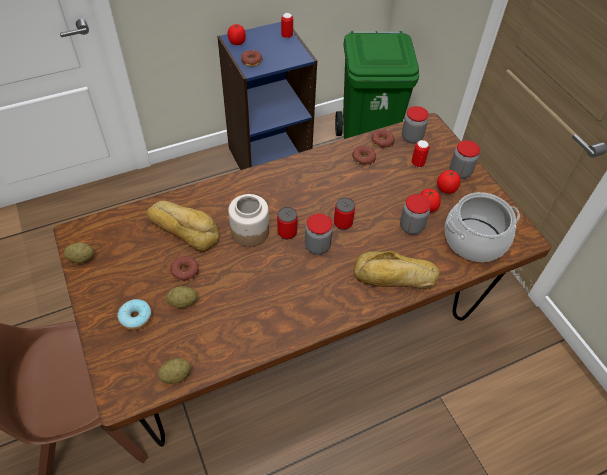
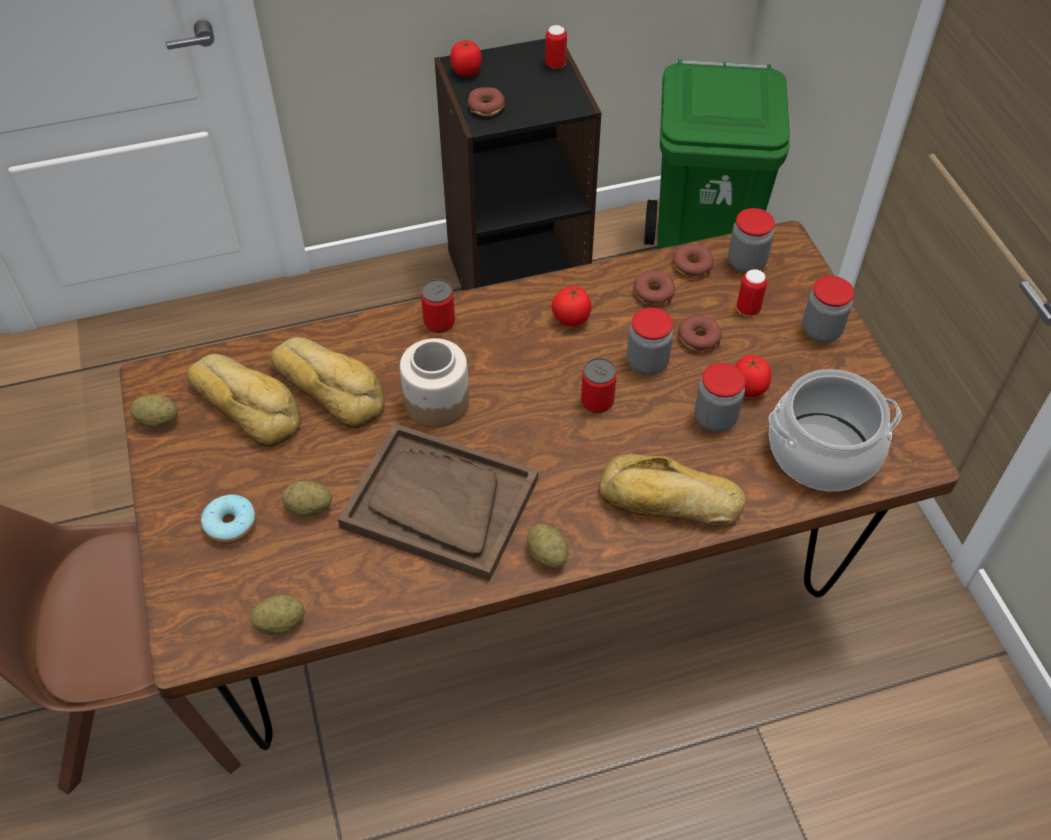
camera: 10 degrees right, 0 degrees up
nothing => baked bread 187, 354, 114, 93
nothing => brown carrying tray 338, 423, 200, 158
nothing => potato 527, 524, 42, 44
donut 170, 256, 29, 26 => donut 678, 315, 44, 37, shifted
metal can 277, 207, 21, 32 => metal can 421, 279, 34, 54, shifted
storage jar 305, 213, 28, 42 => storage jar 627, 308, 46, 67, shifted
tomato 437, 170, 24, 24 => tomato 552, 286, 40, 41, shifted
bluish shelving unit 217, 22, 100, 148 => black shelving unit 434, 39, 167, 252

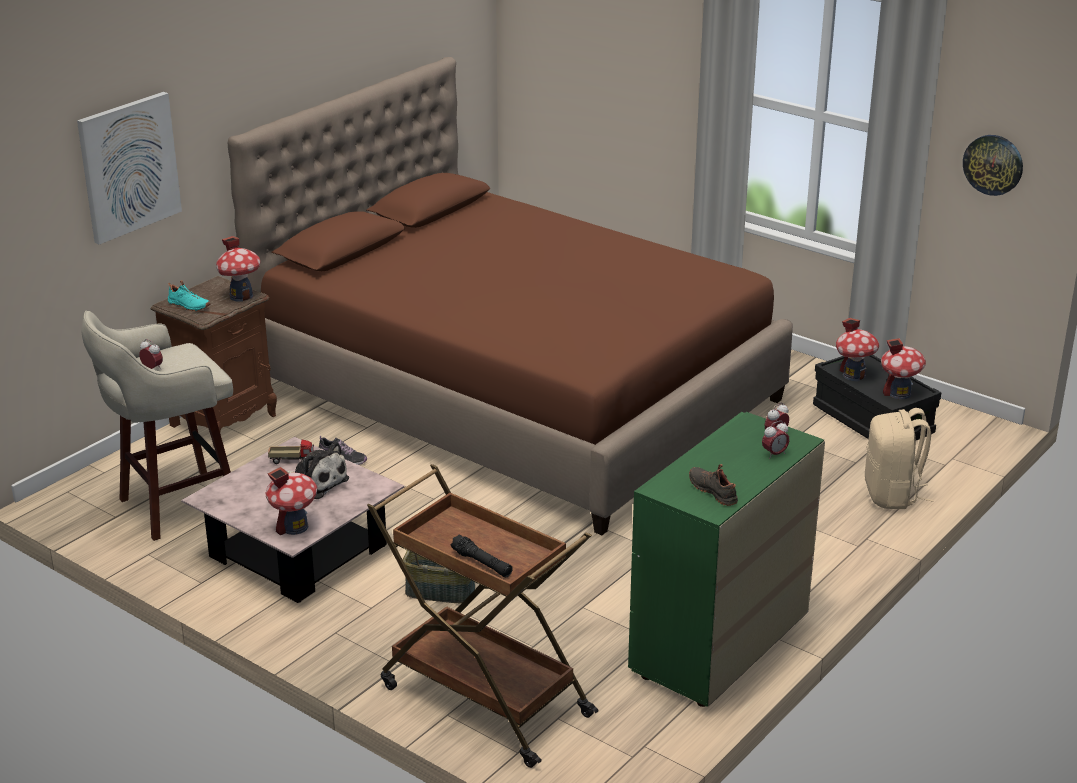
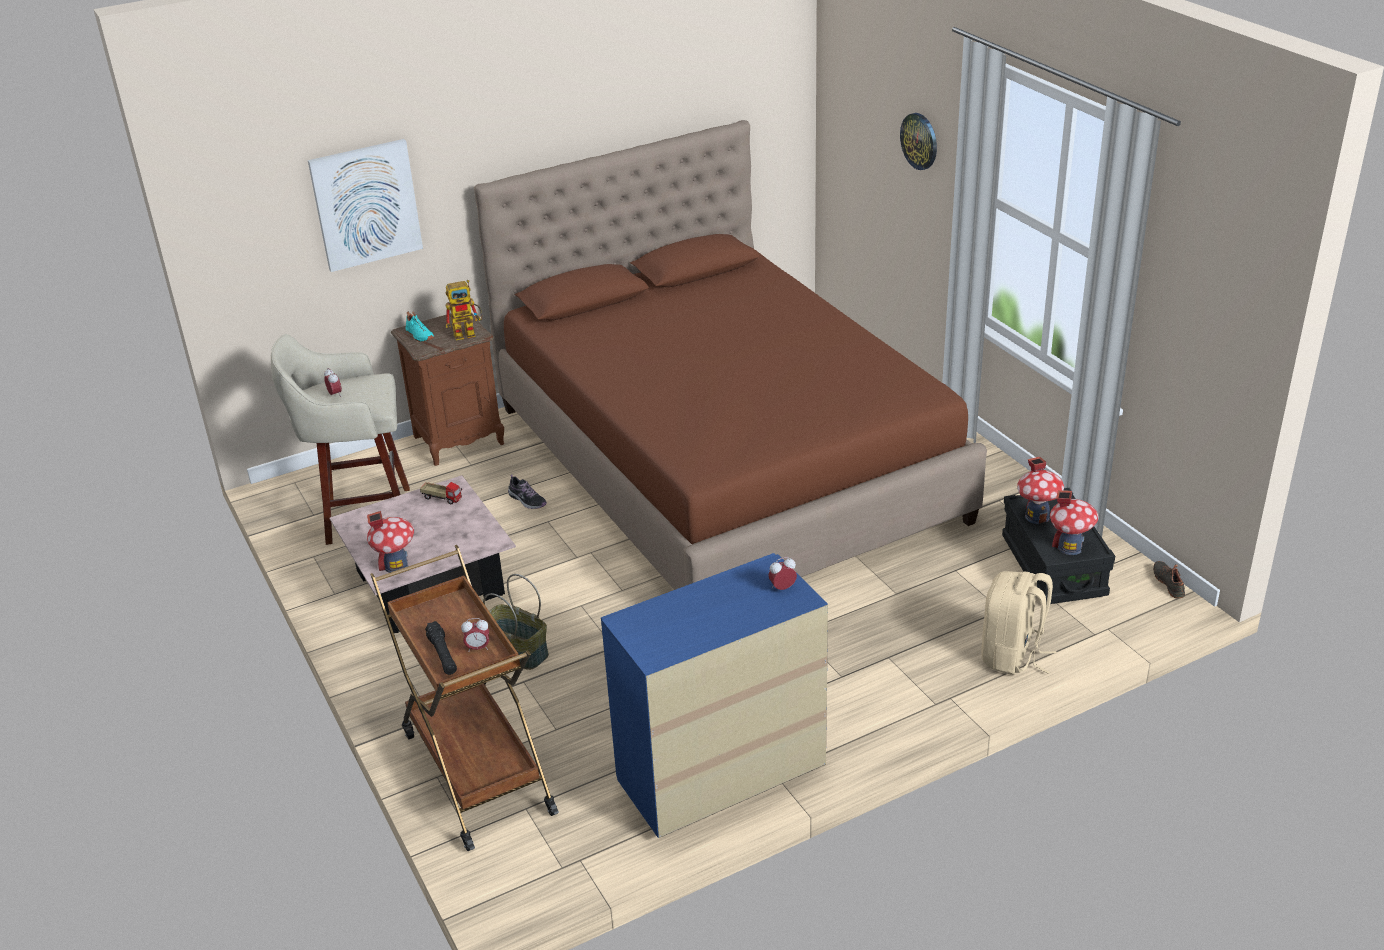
camera: 25 degrees right, 5 degrees up
cuddly toy 287, 442, 62, 57 => nothing
black low shoe 689, 464, 49, 42 => black low shoe 1153, 561, 32, 37, shifted
table clock 762, 421, 28, 38 => table clock 461, 618, 28, 34, shifted
clock on the wall 963, 135, 60, 61 => clock on the wall 900, 113, 37, 57, shifted
miniature house 216, 236, 44, 66 => model robot 445, 280, 37, 60
green-coloured drawer chest 628, 412, 197, 295 => bluish drawer chest 601, 553, 227, 285

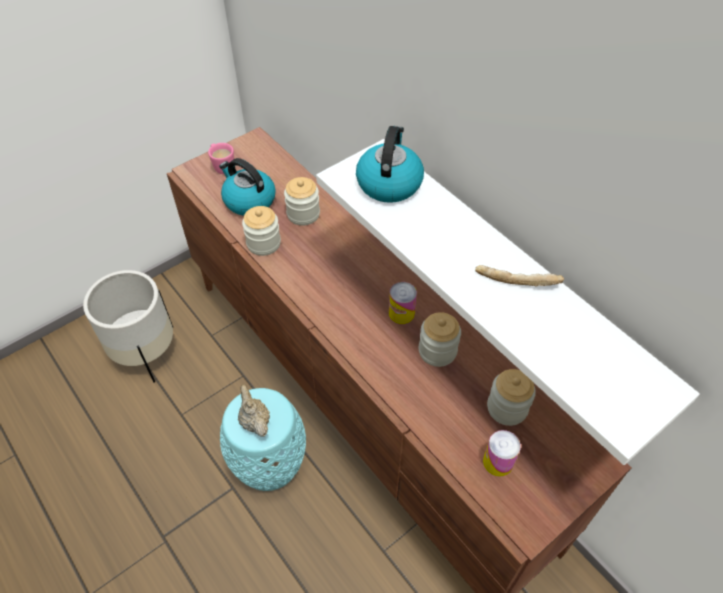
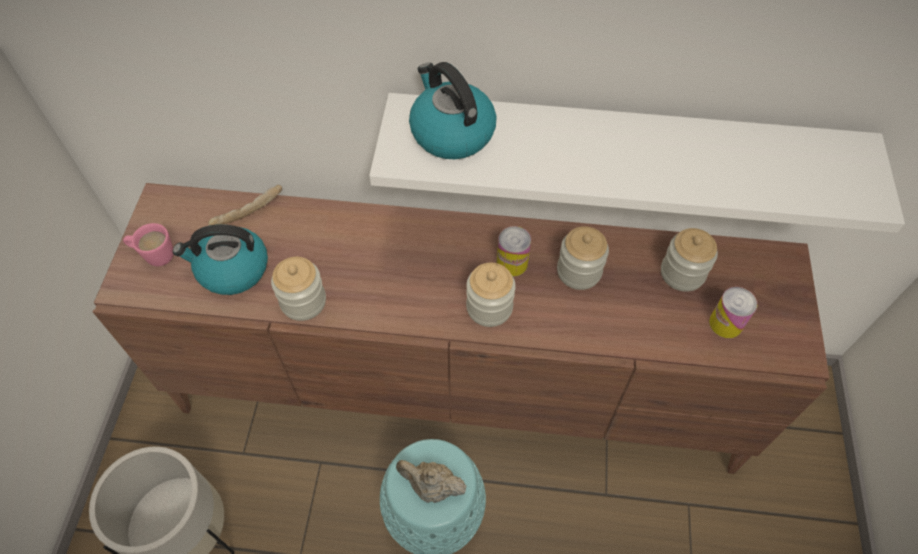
camera: 45 degrees left, 5 degrees up
storage jar 284, 177, 36, 49 => storage jar 466, 263, 50, 64, shifted
baked bread 475, 265, 89, 22 => baked bread 208, 185, 74, 40, shifted

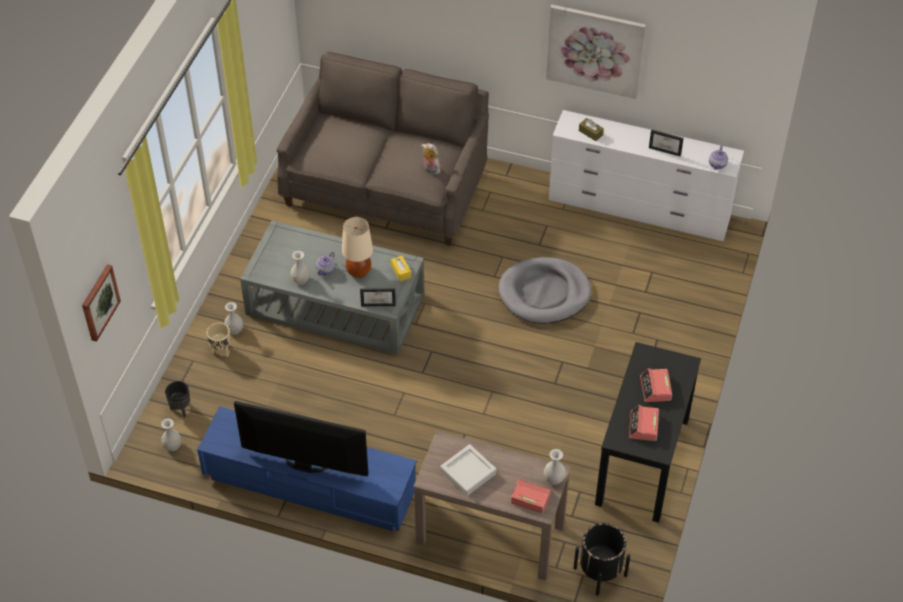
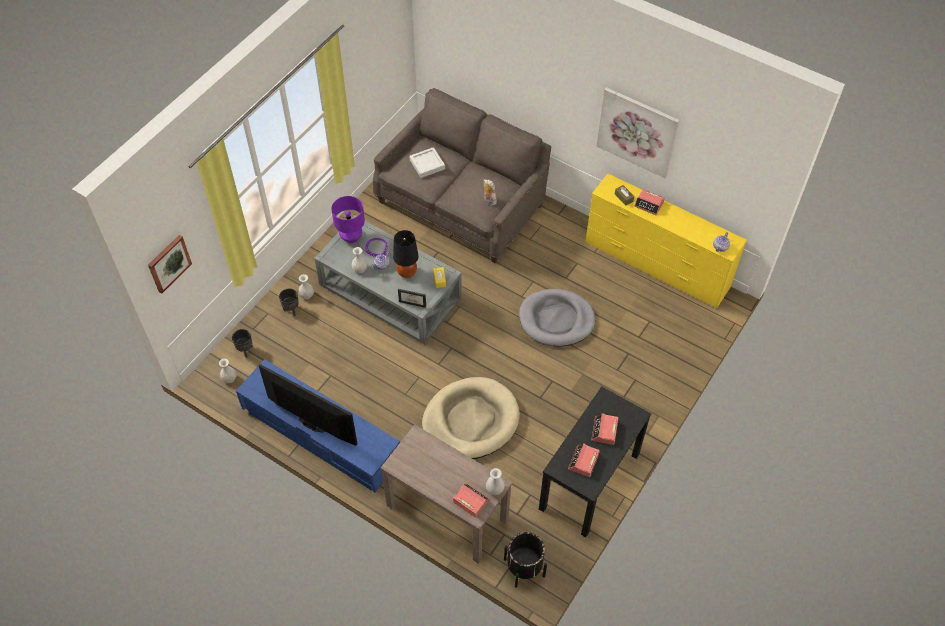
camera: 15 degrees right, 5 degrees up
photo frame 649, 129, 35, 28 => nothing
nothing => purple table lamp 332, 196, 55, 61
nothing => sand-coloured dog bed 422, 377, 98, 82
nothing => table clock 634, 189, 31, 26
greyish carrying tray 440, 444, 56, 52 => greyish carrying tray 409, 147, 36, 31, shifted
sand-coloured flower pot 207, 323, 24, 34 => black flower pot 279, 289, 20, 27
sand-coloured table lamp 342, 217, 31, 61 => black table lamp 393, 230, 26, 48
white-coloured drawer chest 549, 110, 195, 131 => yellow-coloured drawer chest 585, 174, 162, 134

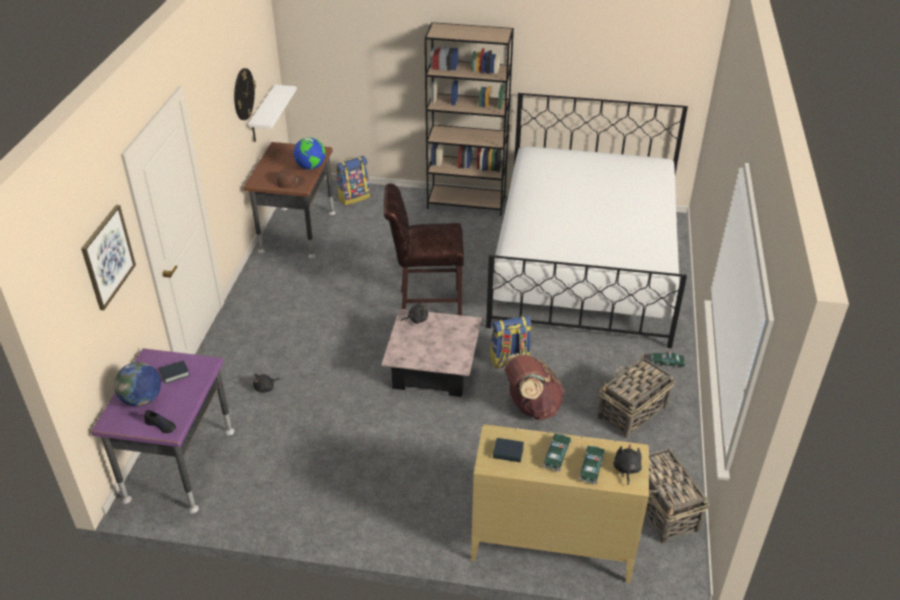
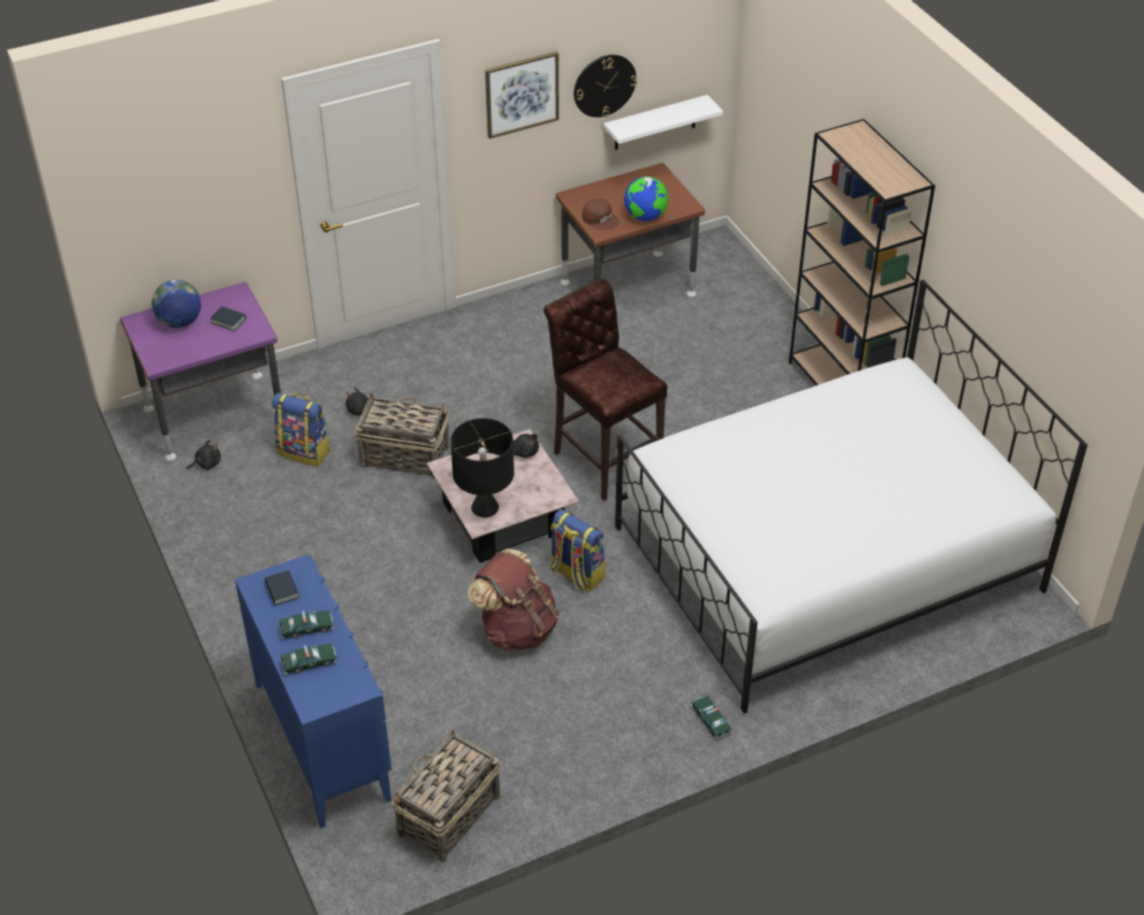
camera: 55 degrees right, 5 degrees up
black low shoe 144, 410, 32, 23 => nothing
nothing => black table lamp 451, 418, 63, 100
wall art 81, 205, 55, 105 => wall art 485, 51, 74, 88, shifted
backpack 336, 156, 34, 49 => backpack 272, 393, 58, 73, shifted
household basket 597, 354, 77, 85 => household basket 355, 392, 95, 87, shifted
black cuddly toy 613, 444, 29, 41 => black cuddly toy 186, 440, 35, 30, shifted
sand-coloured drawer chest 471, 424, 178, 159 => bluish drawer chest 235, 555, 157, 273

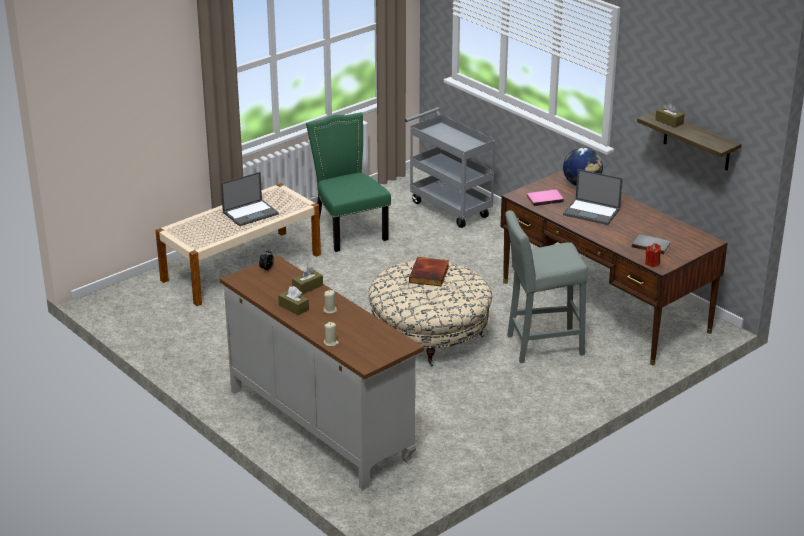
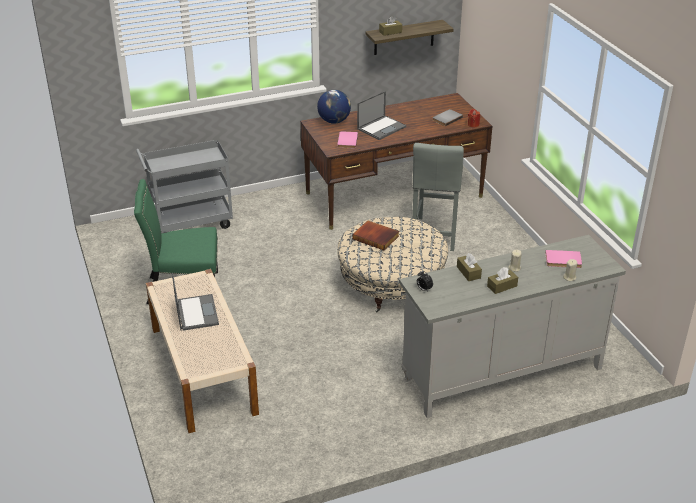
camera: 70 degrees left, 5 degrees up
nothing => pinkish book 545, 250, 37, 18
brown drawer chest 220, 255, 204, 235 => greyish drawer chest 399, 235, 227, 183

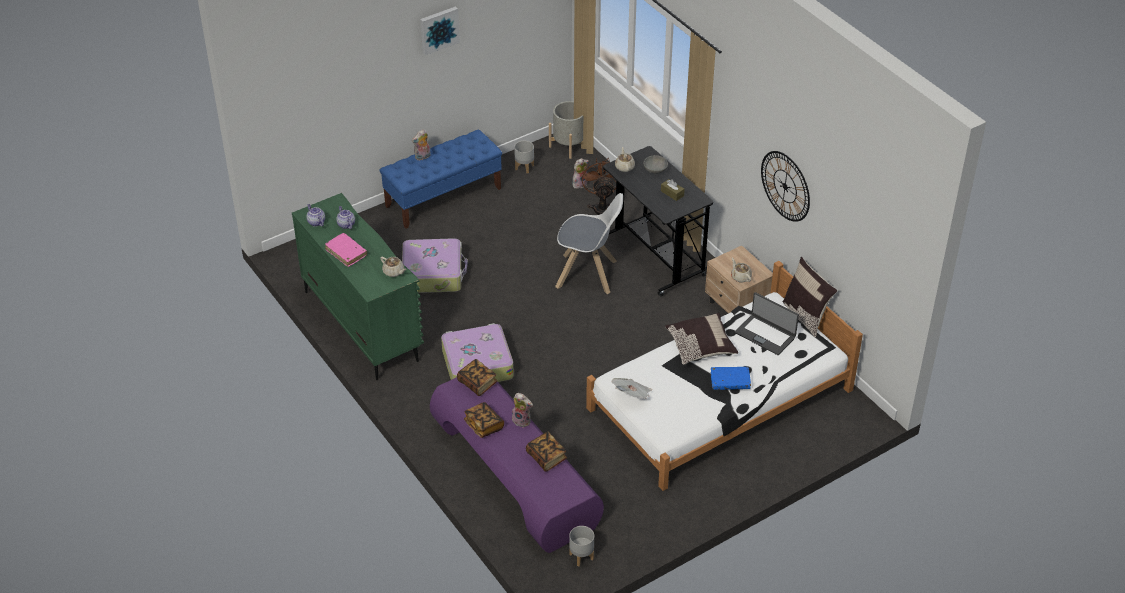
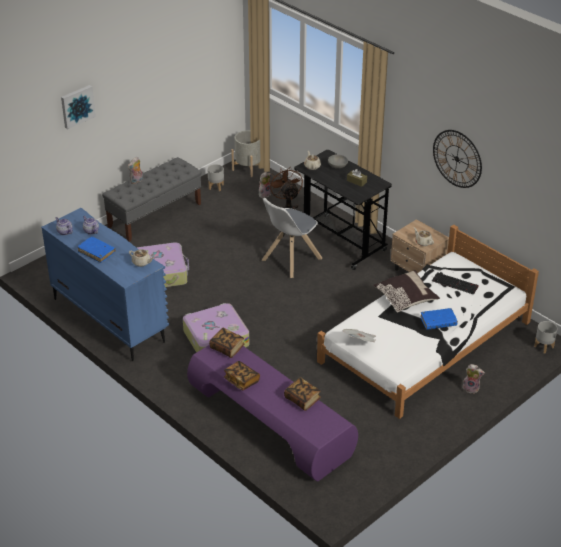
camera: 10 degrees left, 5 degrees down
throw pillow 783, 256, 54, 81 => nothing
wall art 420, 6, 40, 49 => wall art 61, 85, 35, 44, shifted
cuddly toy 512, 393, 21, 35 => cuddly toy 462, 364, 23, 30, shifted
greyish flower pot 569, 526, 25, 41 => greyish flower pot 534, 321, 23, 33, shifted
laptop 735, 292, 64, 63 => PC keyboard 432, 272, 47, 23
green-coloured drawer chest 292, 193, 132, 187 => bluish drawer chest 41, 208, 128, 153
pinkish book 325, 233, 42, 34 => bluish book 78, 237, 38, 26
bluish bench 380, 129, 122, 100 => greyish bench 102, 157, 100, 85
upright chair 555, 193, 68, 101 => upright chair 262, 198, 60, 80, 135 degrees clockwise

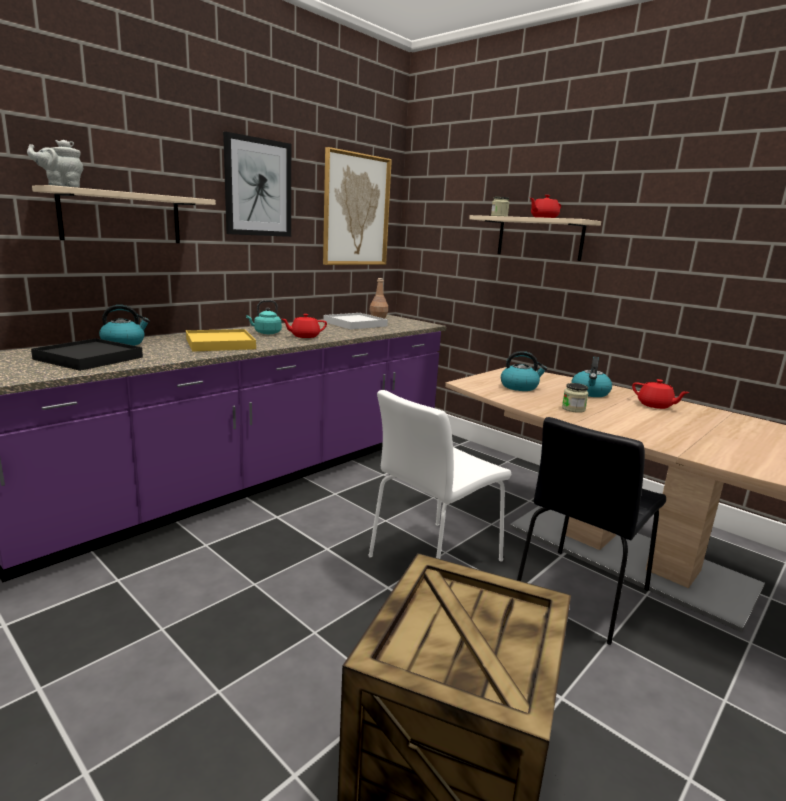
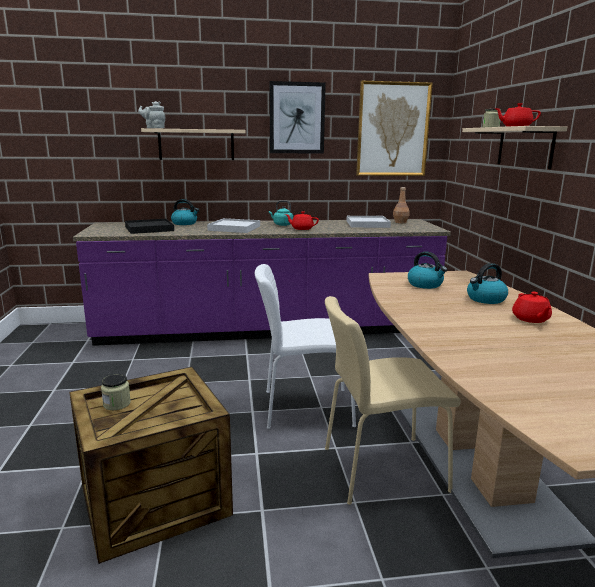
camera: 40 degrees right, 0 degrees up
storage jar 562, 383, 27, 30 => storage jar 101, 374, 30, 36, shifted
yellow-coloured carrying tray 186, 329, 70, 23 => white-coloured carrying tray 207, 218, 53, 15
black upright chair 517, 417, 149, 228 => sand-coloured upright chair 325, 296, 136, 209

